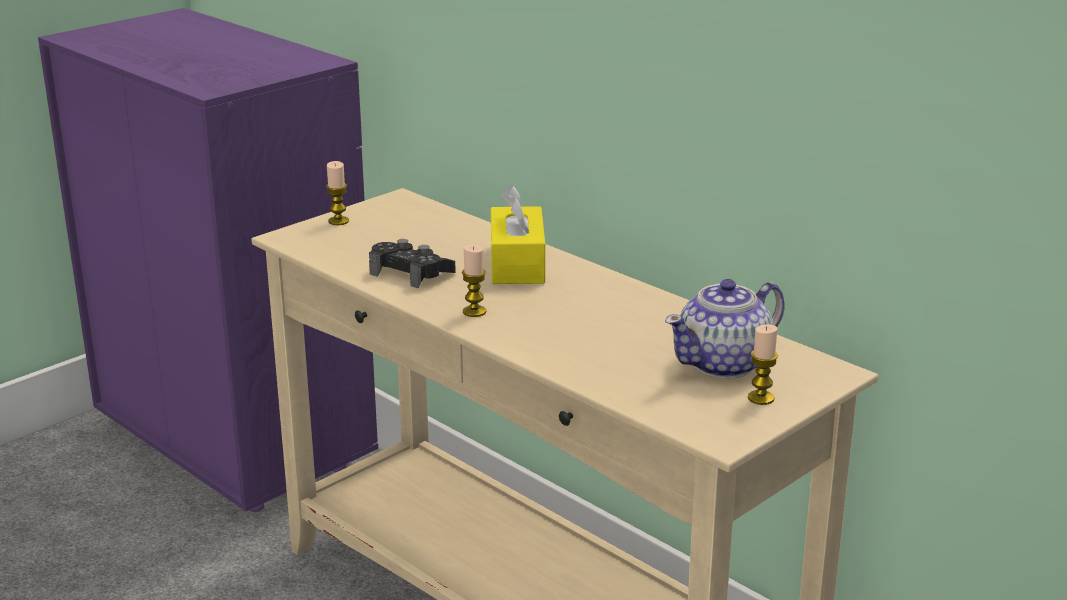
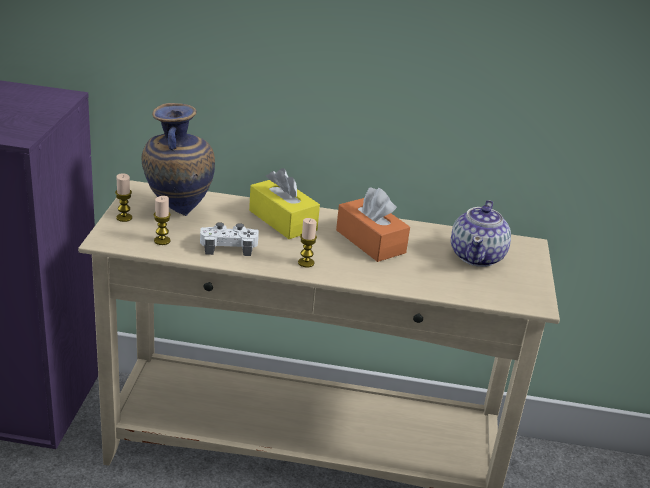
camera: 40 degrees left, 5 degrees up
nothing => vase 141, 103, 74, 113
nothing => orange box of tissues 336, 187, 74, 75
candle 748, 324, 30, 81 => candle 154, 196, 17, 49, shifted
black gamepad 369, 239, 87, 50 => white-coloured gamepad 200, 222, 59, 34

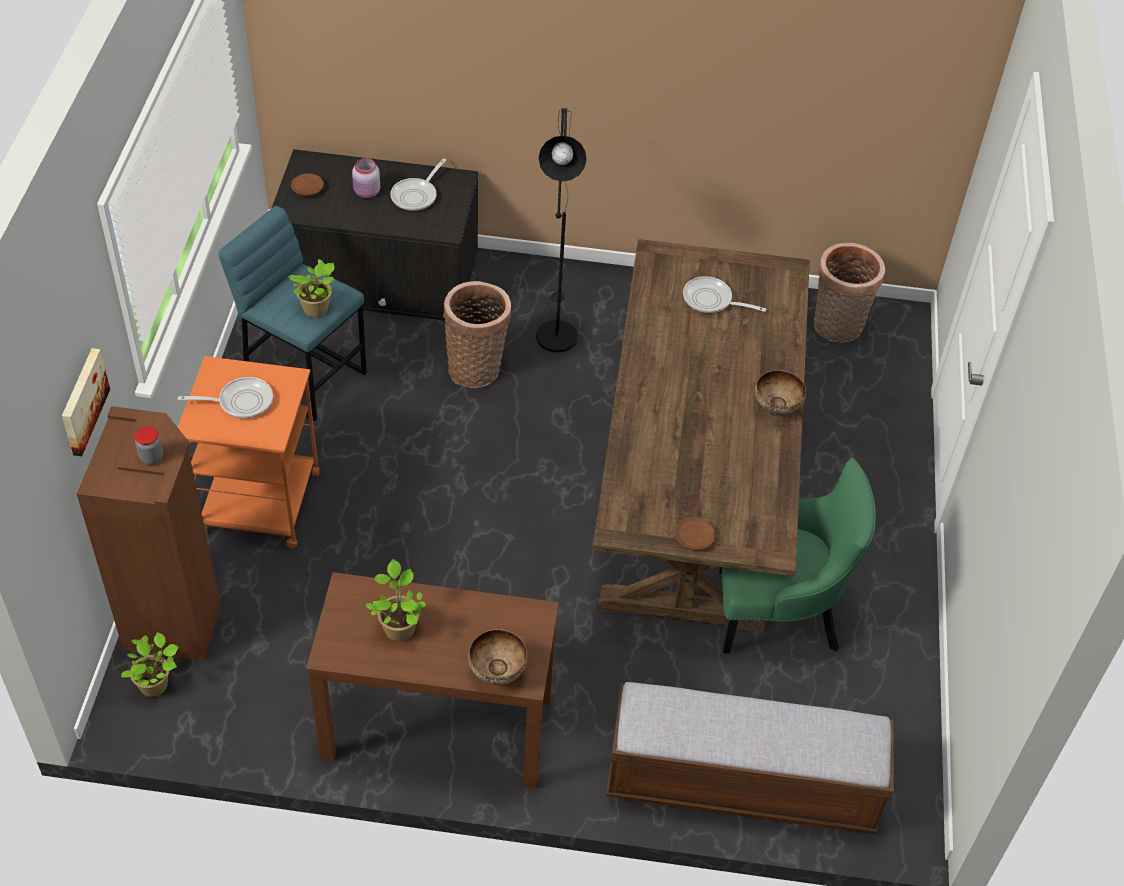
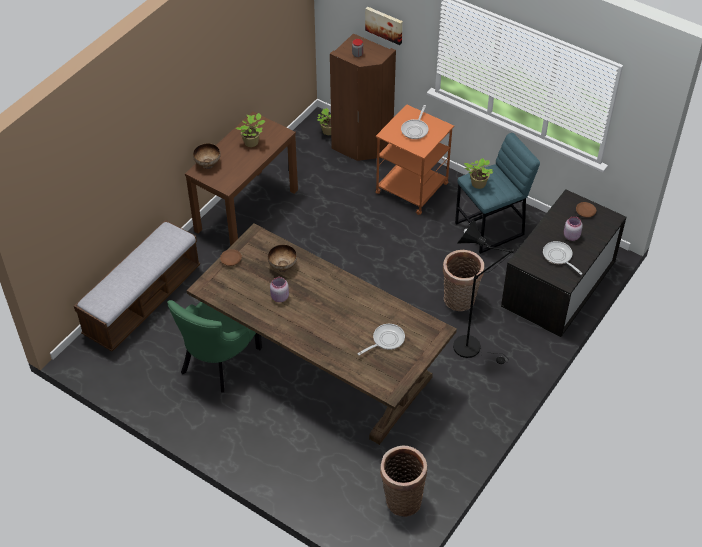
camera: 120 degrees right, 0 degrees up
nothing => pinkish storage jar 270, 277, 19, 25
serving bowl 755, 370, 51, 47 => serving bowl 268, 244, 29, 28, shifted

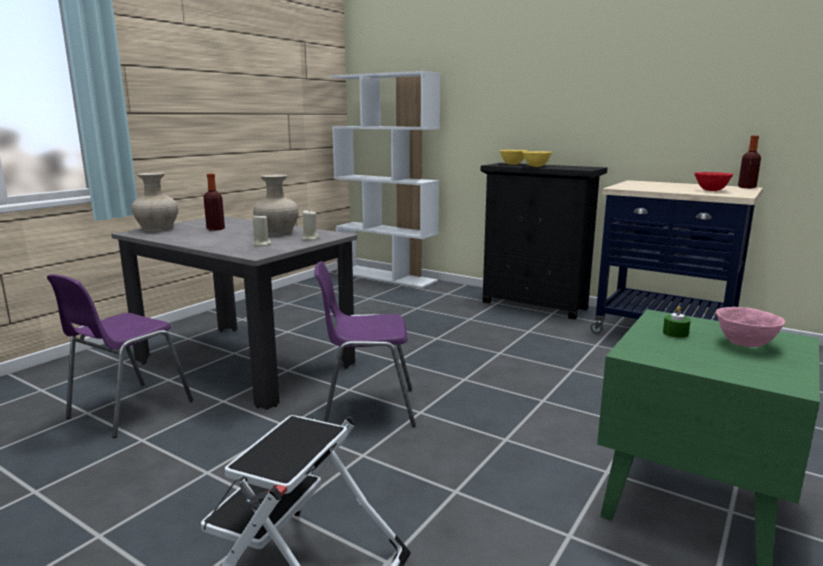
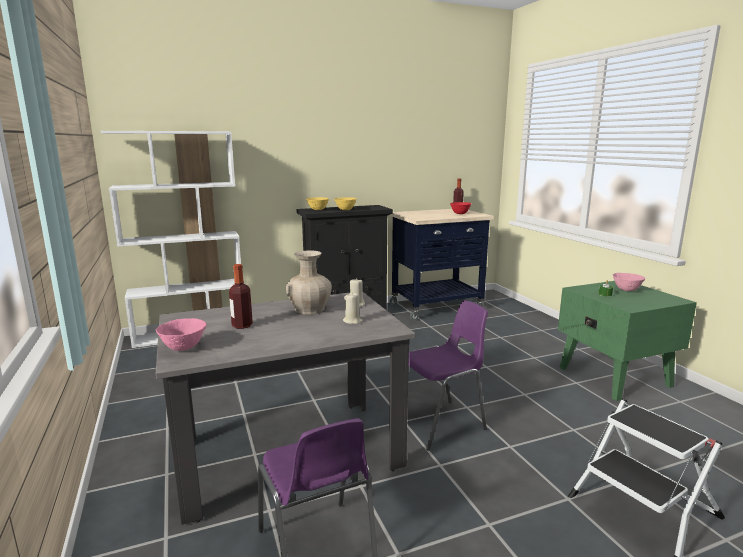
camera: 55 degrees left, 0 degrees up
sand-coloured vase 131, 172, 47, 60 => pinkish serving bowl 156, 318, 51, 33
purple upright chair 314, 261, 102, 166 => purple upright chair 409, 301, 79, 150, 150 degrees counterclockwise

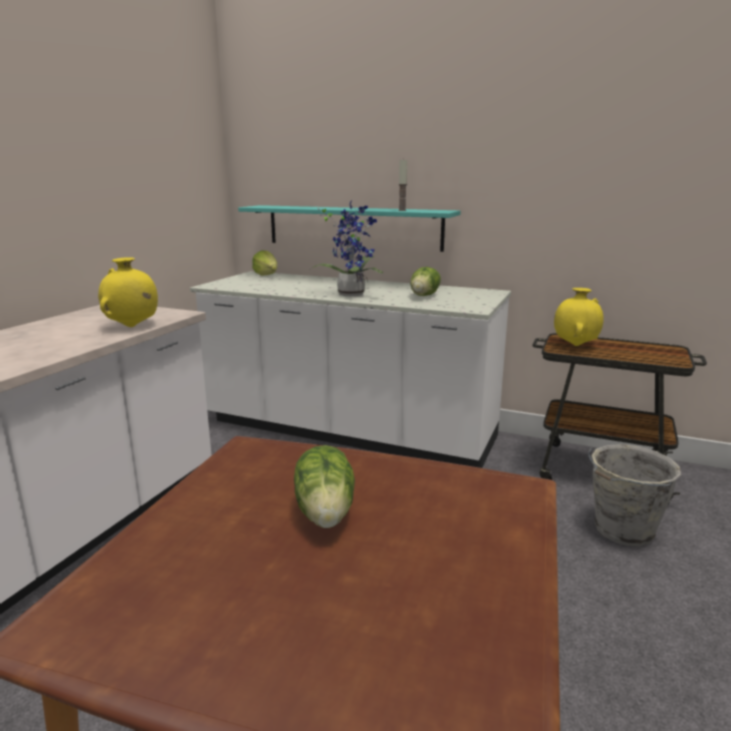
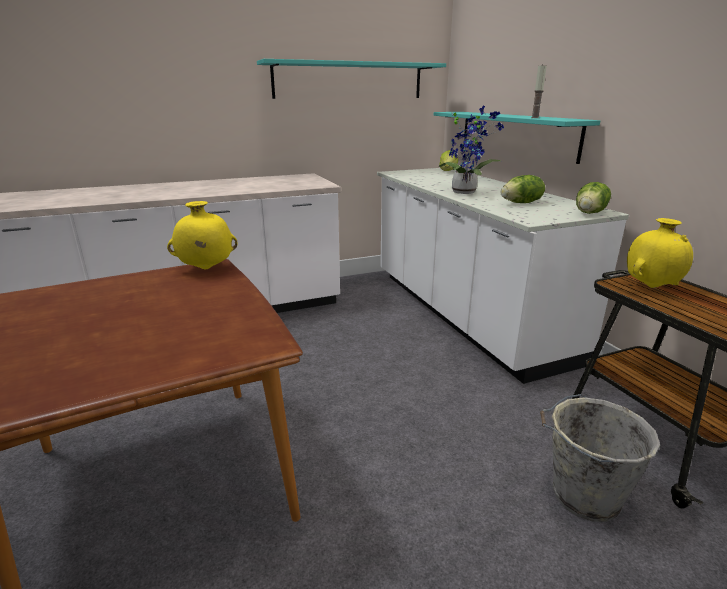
camera: 45 degrees right, 5 degrees up
nothing => turquoise wall shelf 257, 59, 189, 40
yellow-coloured vase 98, 257, 60, 70 => yellow-coloured vase 167, 201, 71, 69, shifted
head of lettuce 294, 445, 61, 83 => head of lettuce 576, 182, 35, 32, shifted

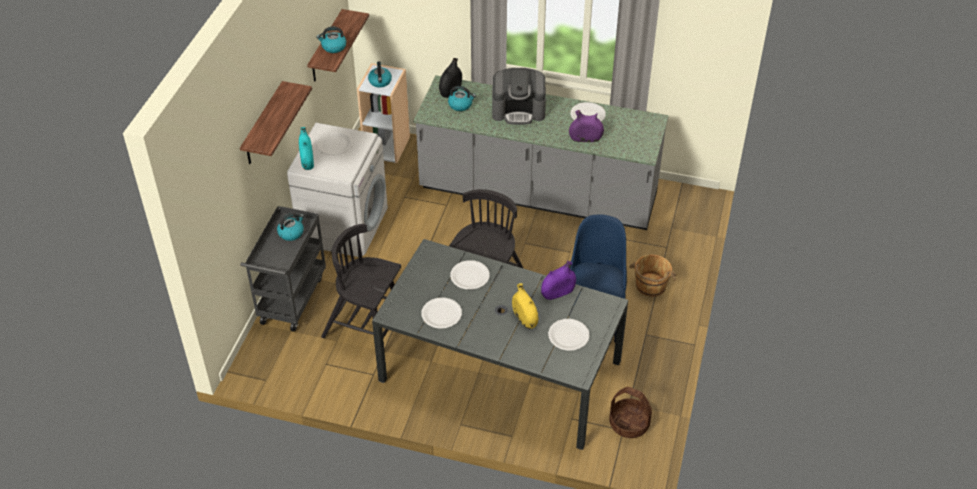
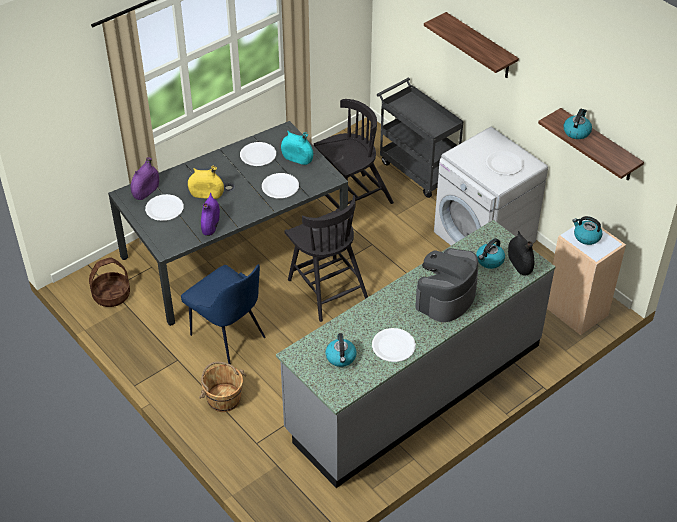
camera: 125 degrees right, 0 degrees up
tea kettle 277, 213, 27, 28 => tea kettle 325, 333, 32, 34, shifted
turquoise vase 299, 127, 15, 43 => turquoise vase 281, 131, 32, 34, shifted
purple vase 569, 110, 35, 32 => purple vase 131, 157, 28, 43, shifted

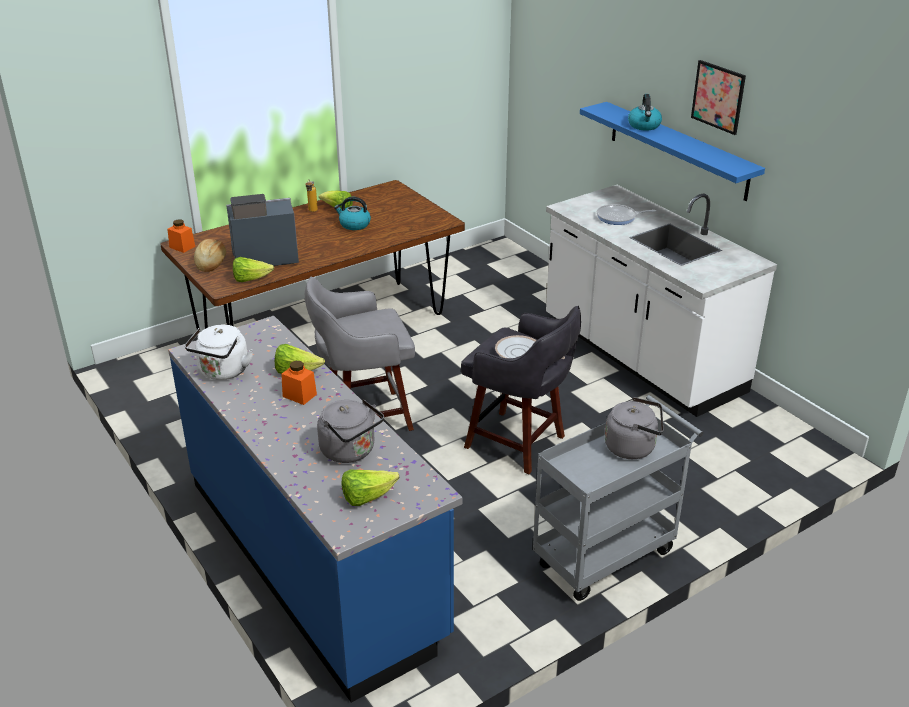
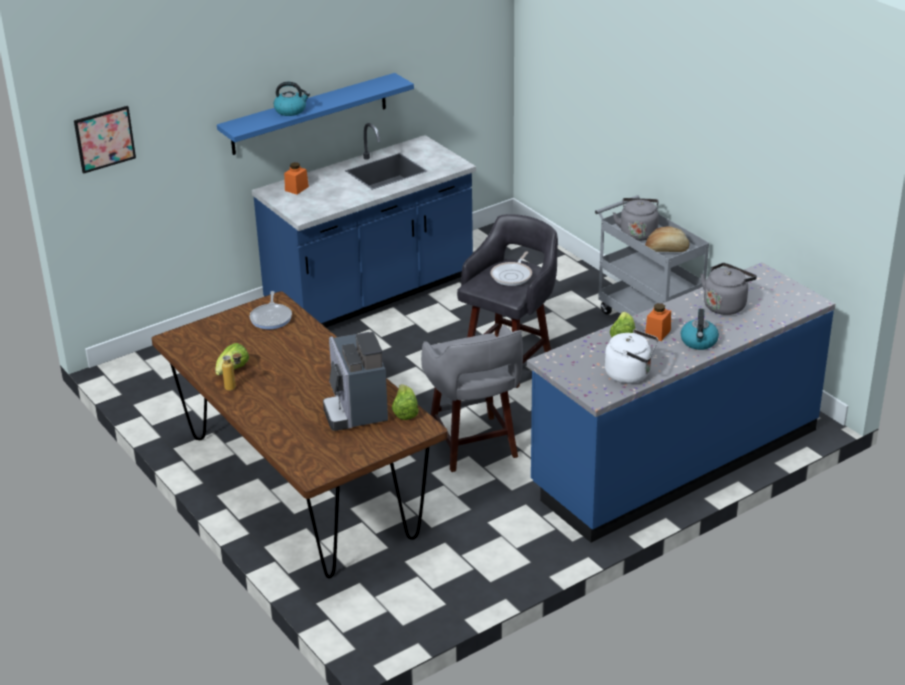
camera: 90 degrees left, 0 degrees up
head of lettuce 342, 470, 57, 36 => nothing
orange storage jar 167, 219, 28, 34 => orange storage jar 284, 162, 25, 33, shifted
baked bread 194, 239, 32, 33 => baked bread 645, 226, 44, 26, shifted
tea kettle 334, 197, 37, 33 => tea kettle 681, 309, 38, 41, shifted
frying pan 597, 204, 59, 21 => frying pan 250, 291, 42, 38, shifted
wall art 691, 60, 55, 75 => wall art 74, 106, 62, 68, shifted
white-coloured counter 546, 185, 231, 232 => bluish counter 252, 123, 224, 205

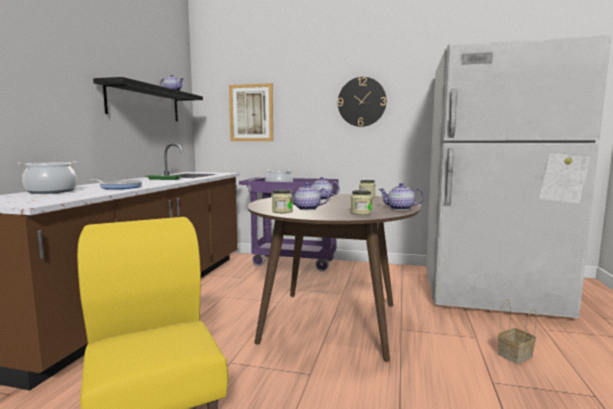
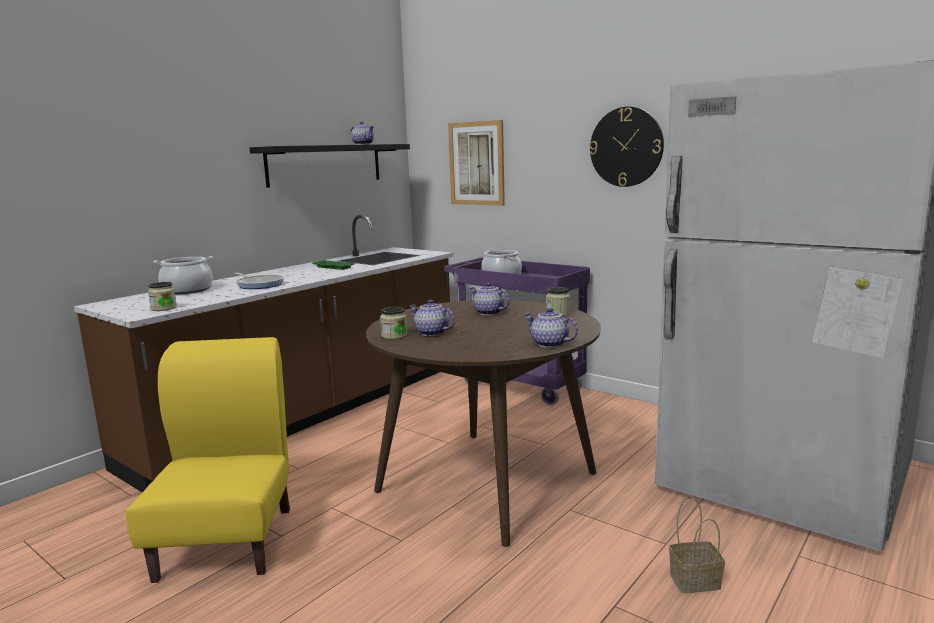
camera: 25 degrees right, 5 degrees up
storage jar 351, 190, 21, 25 => storage jar 148, 282, 29, 29, shifted

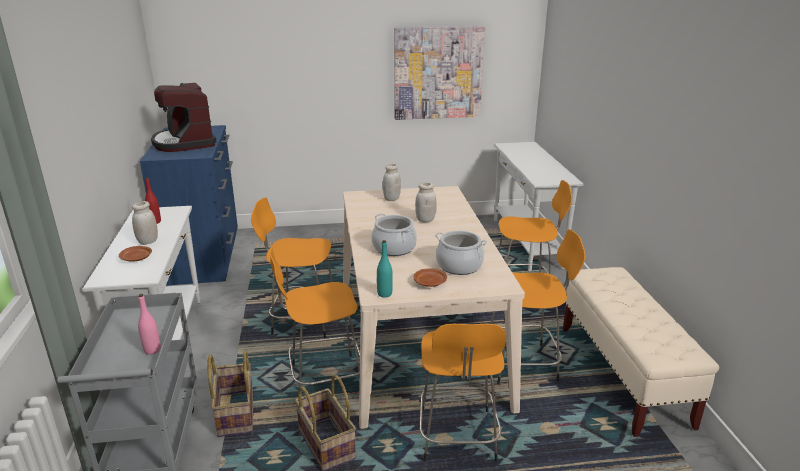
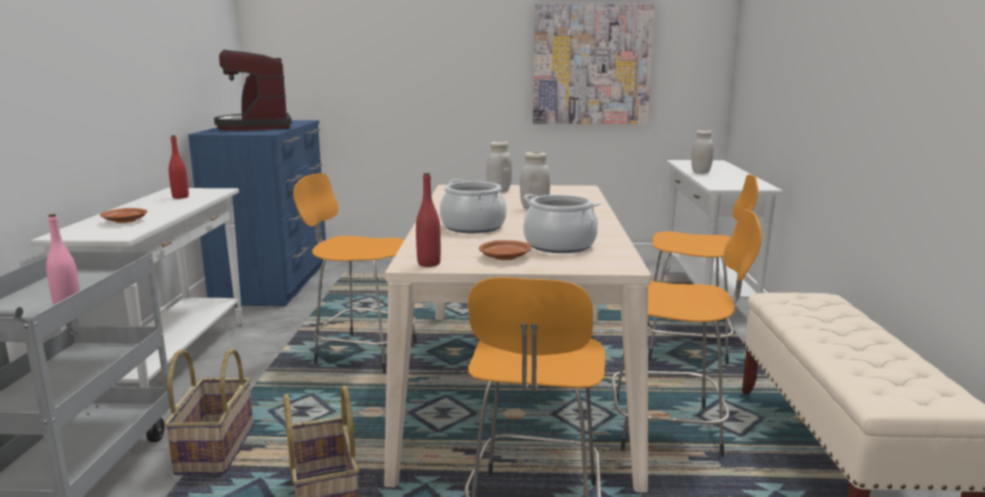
camera: 10 degrees right, 10 degrees down
orange stool 270, 247, 90, 149 => nothing
white-coloured storage jar 132, 201, 26, 44 => white-coloured storage jar 692, 130, 22, 44, shifted
turquoise bottle 377, 240, 16, 58 => red bottle 416, 173, 25, 94

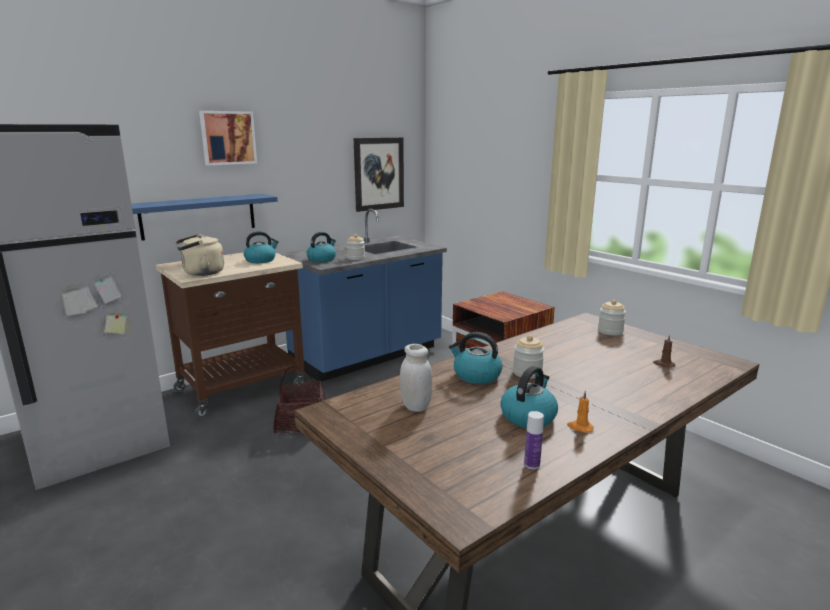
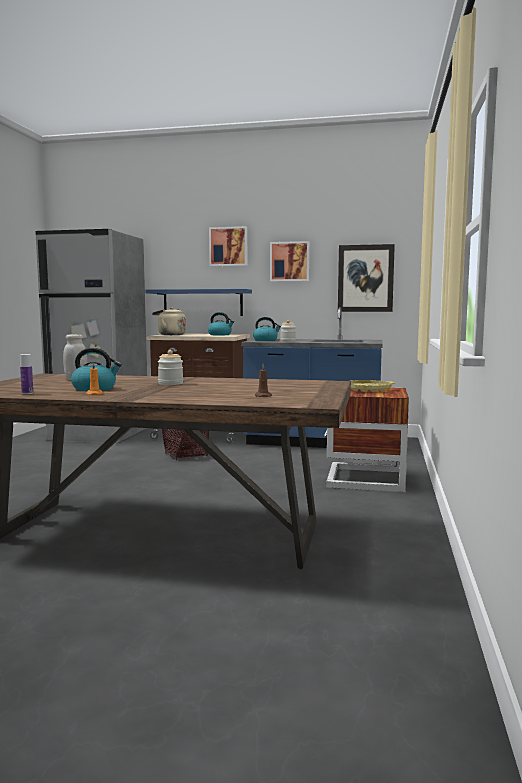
camera: 50 degrees right, 10 degrees down
tea kettle 449, 332, 53, 52 => nothing
storage jar 598, 300, 28, 35 => nothing
nothing => wall art 270, 241, 39, 40
nothing => yellow-coloured carrying tray 350, 380, 45, 12

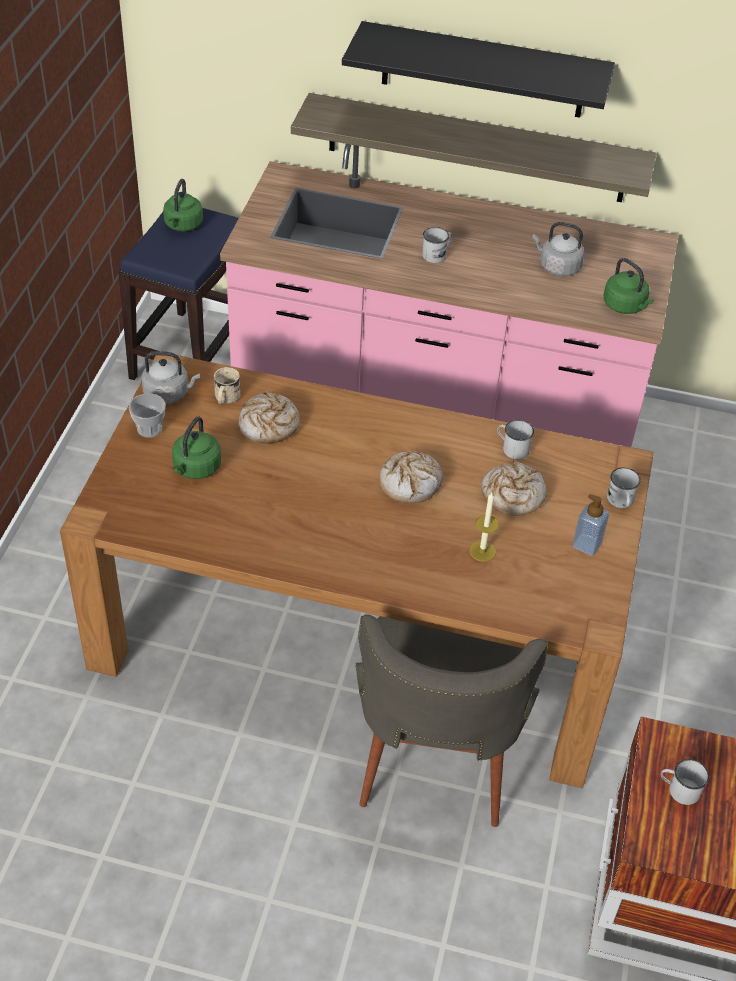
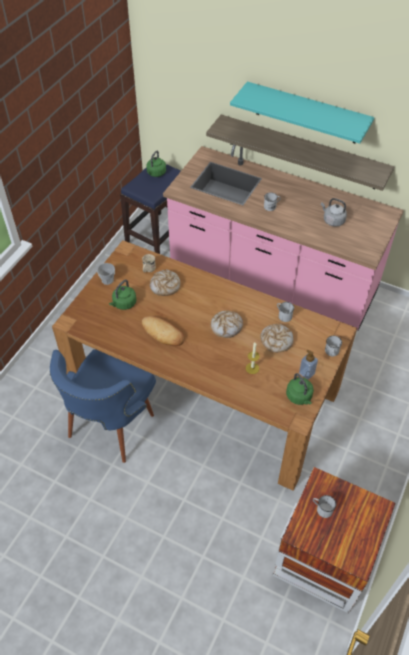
camera: 15 degrees right, 5 degrees up
greyish tea kettle 141, 351, 59, 53 => nothing
greyish upright chair 355, 614, 193, 213 => nothing
nothing => bluish upright chair 50, 349, 106, 114
nothing => baked bread 142, 316, 42, 30
green-coloured tea kettle 604, 258, 50, 56 => green-coloured tea kettle 286, 373, 28, 32, shifted
black wall shelf 342, 21, 273, 97 => turquoise wall shelf 230, 81, 144, 62

